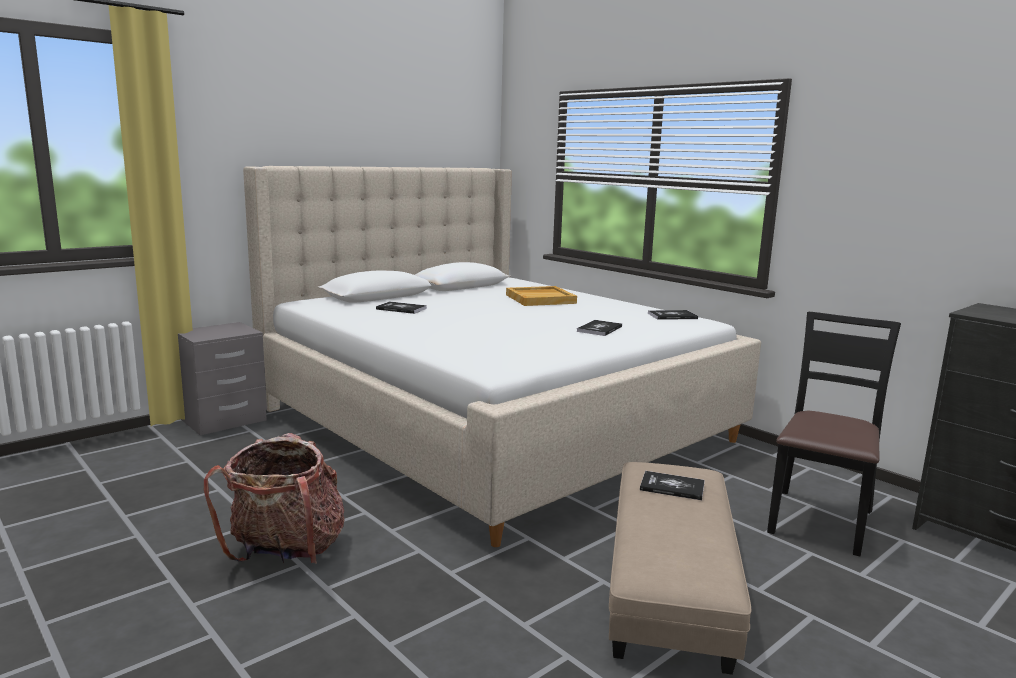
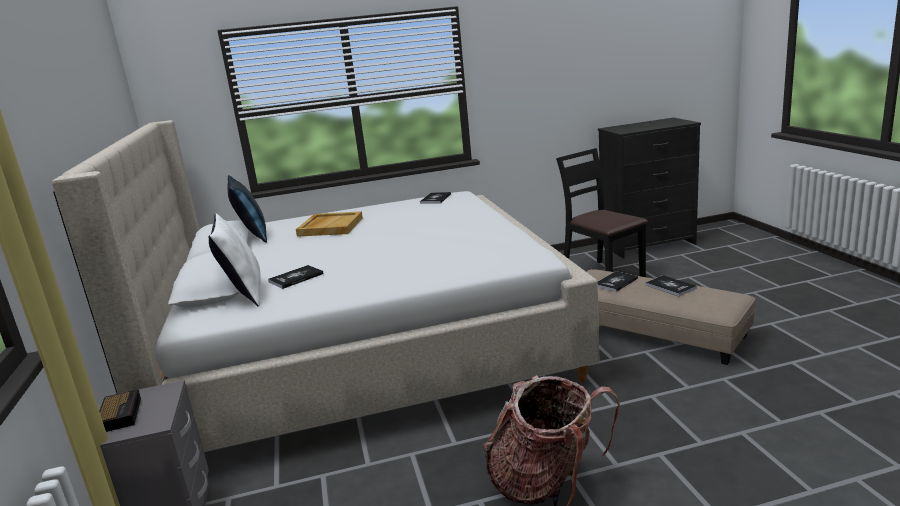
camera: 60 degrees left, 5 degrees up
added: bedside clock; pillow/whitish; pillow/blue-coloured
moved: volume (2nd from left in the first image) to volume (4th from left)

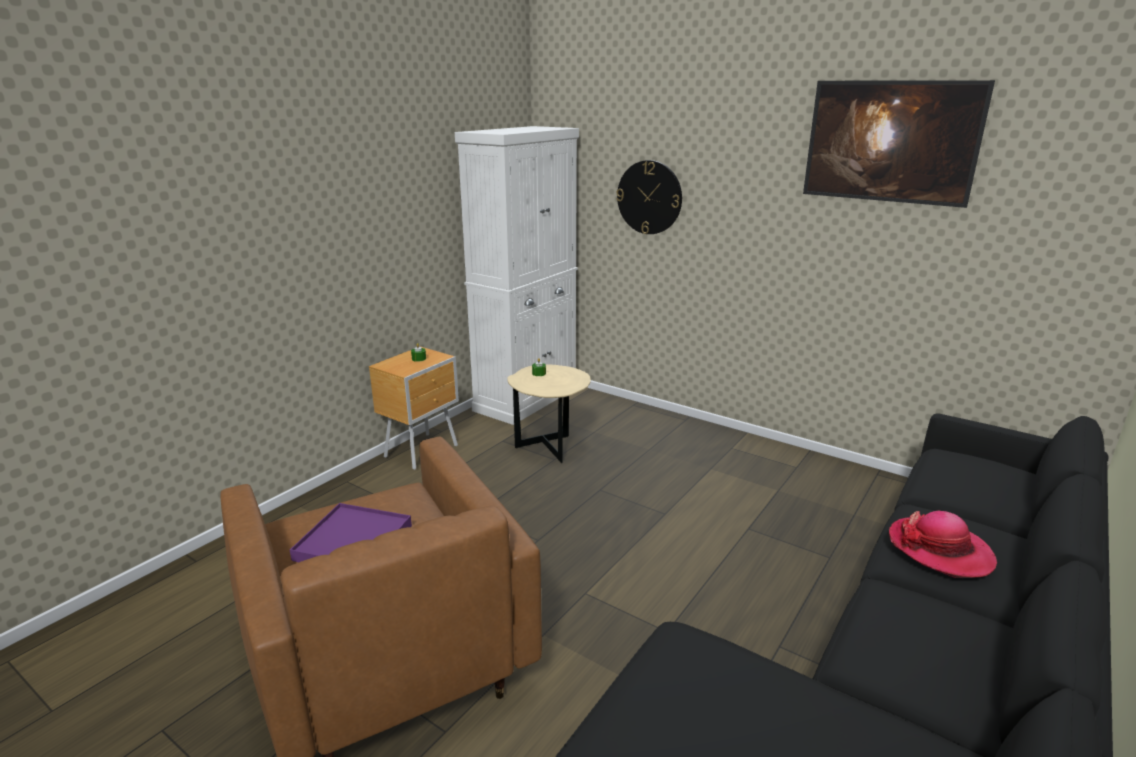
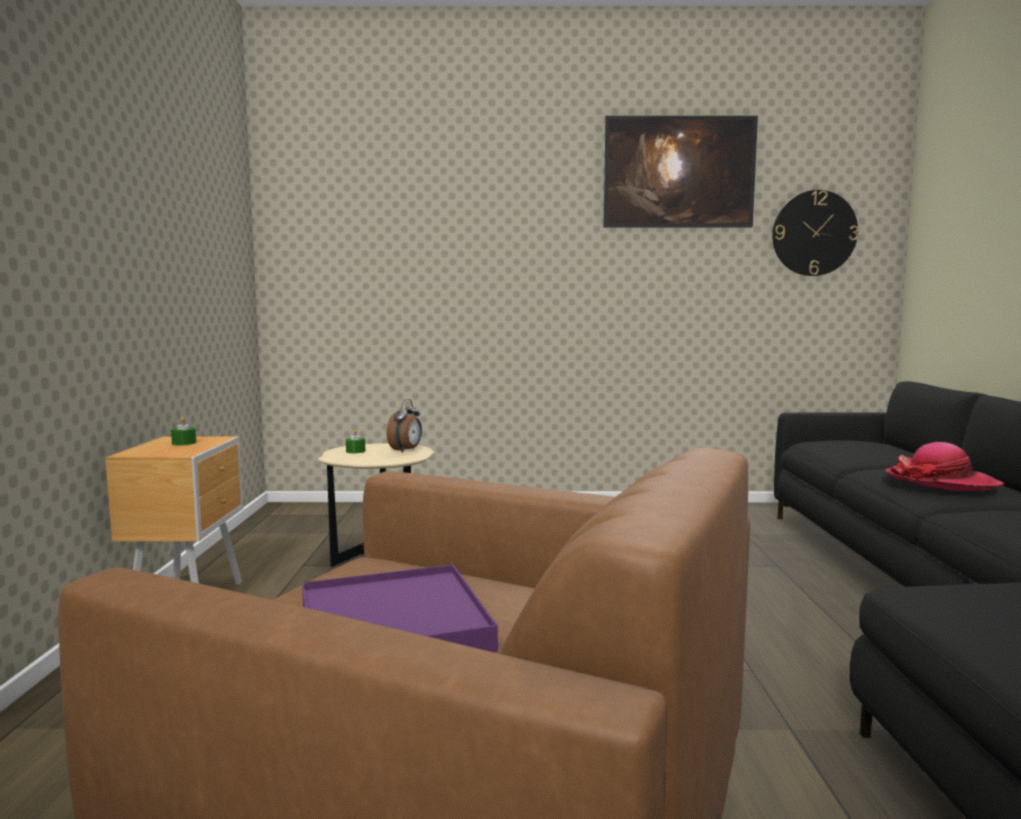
camera: 35 degrees left, 15 degrees down
removed: cabinet/whitish
added: bedside clock
moved: wall clock

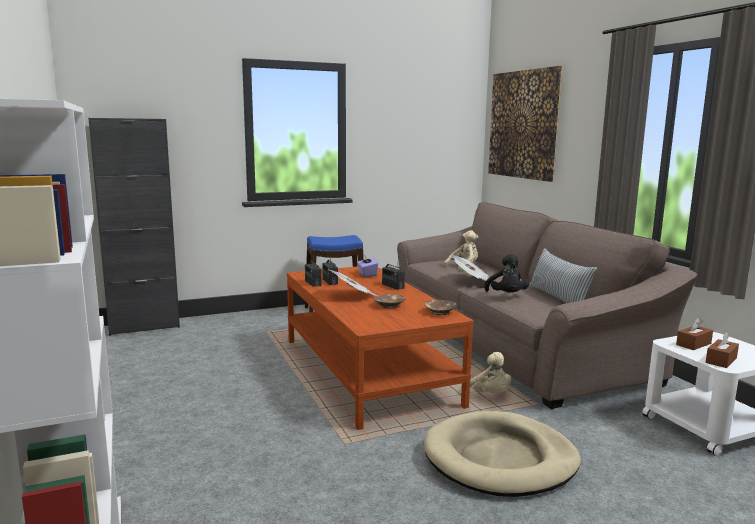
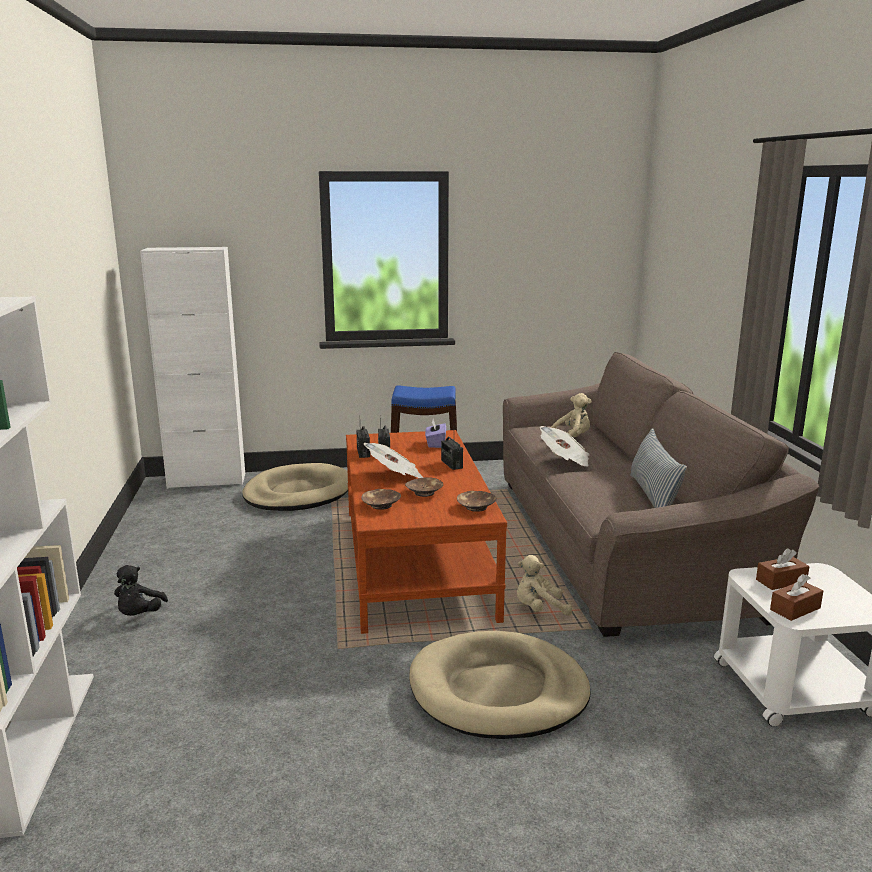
camera: 15 degrees right, 5 degrees up
removed: wall art
added: dog bed/beige-coloured (1st from left); serving bowl/brown-coloured (1st from left)
moved: soft toy/black
recoloured: cabinet/black to cabinet/whitish
turned: soft toy/beige-coloured (2nd from left in the first image) 105 degrees clockwise

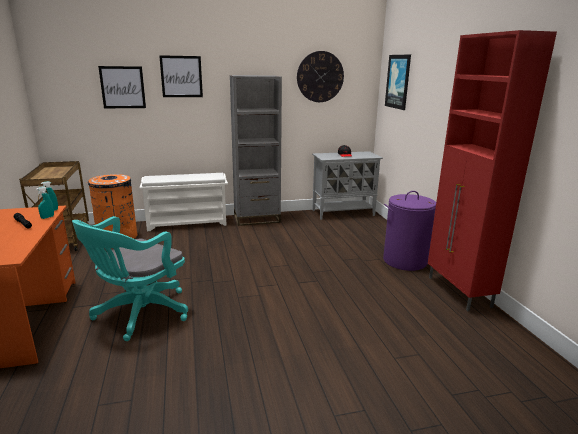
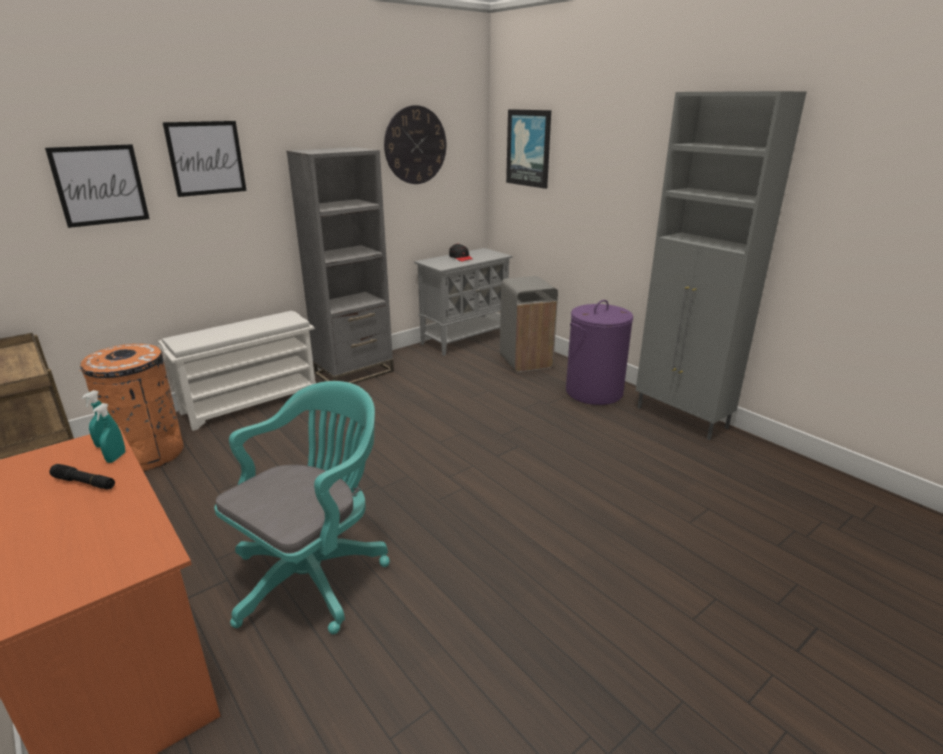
camera: 25 degrees left, 5 degrees up
added: waste bin/grey
recoloured: cabinet/red-coloured to cabinet/grey (2nd from left)
turned: computer chair/blue-green 150 degrees counterclockwise

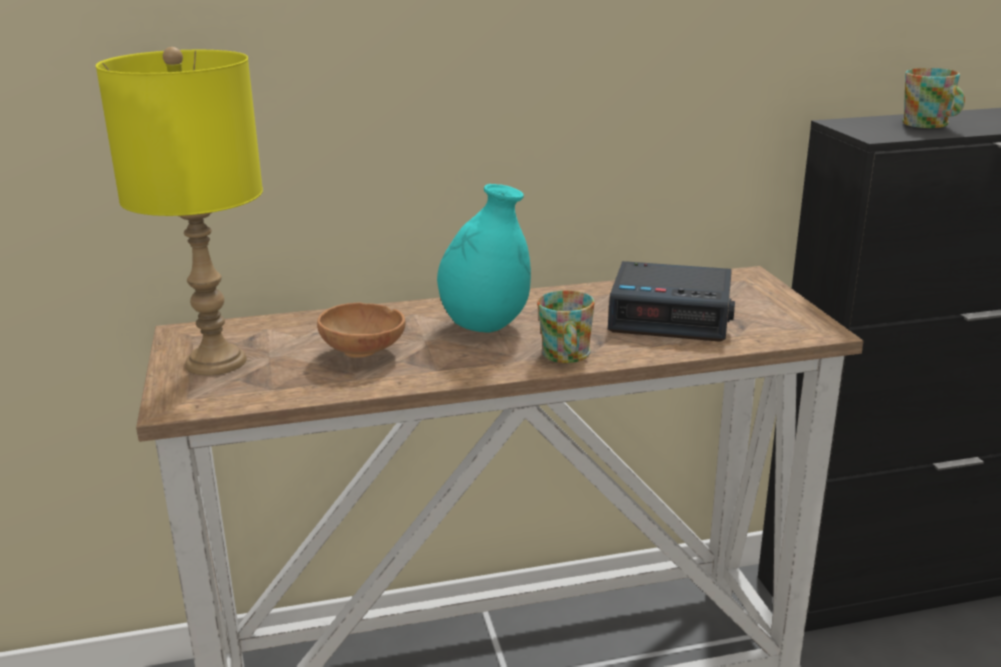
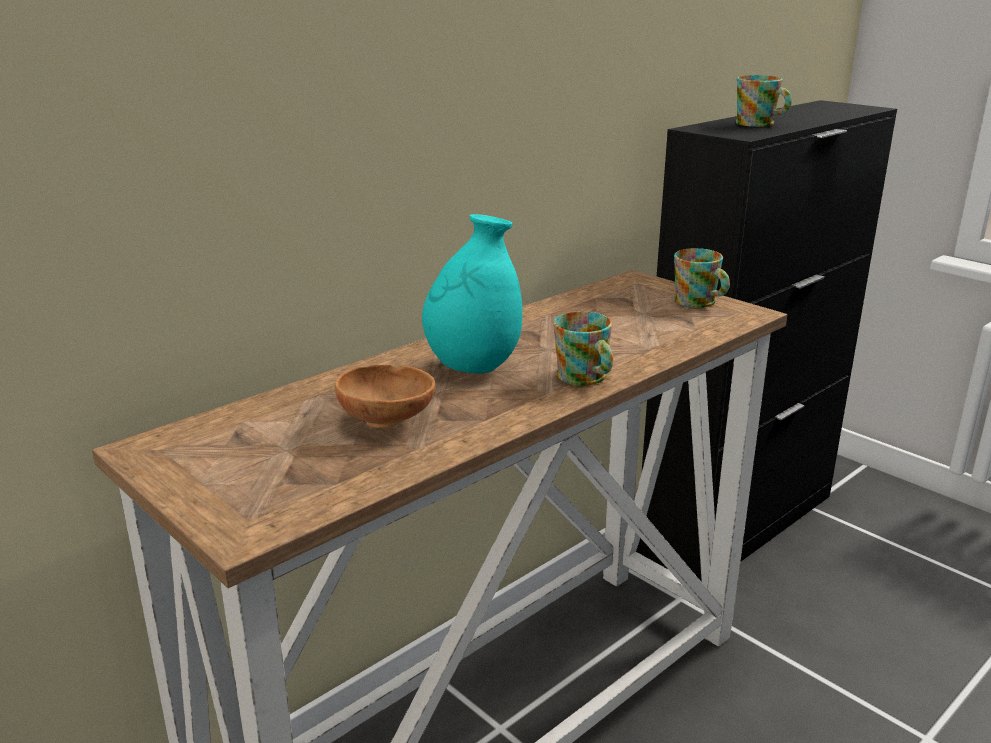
camera: 30 degrees left, 0 degrees up
removed: tabletop lamp/yellow-coloured; bedside clock
added: tea mug (2nd from left)

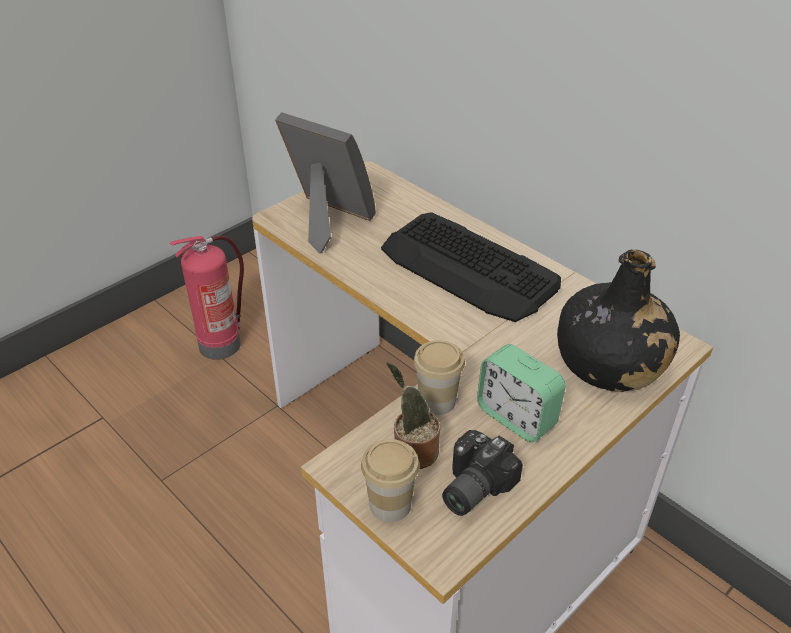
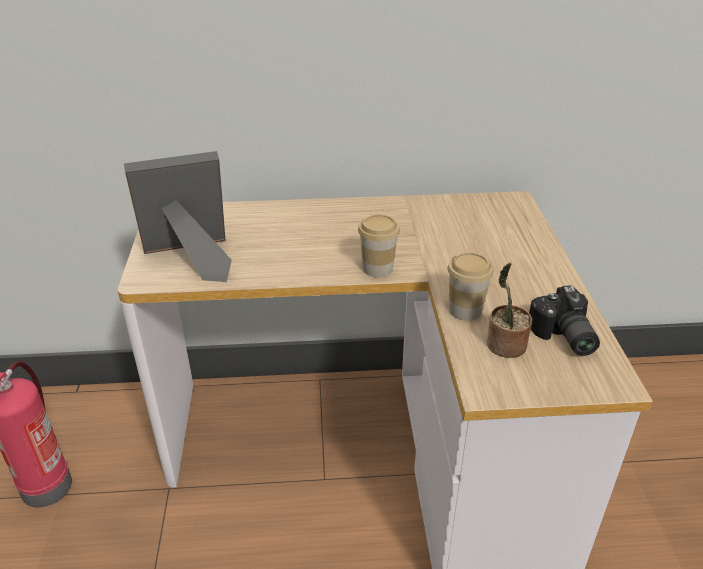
camera: 50 degrees left, 5 degrees down
removed: PC keyboard; bedside clock; bottle/black
moved: small cup (1st from left)

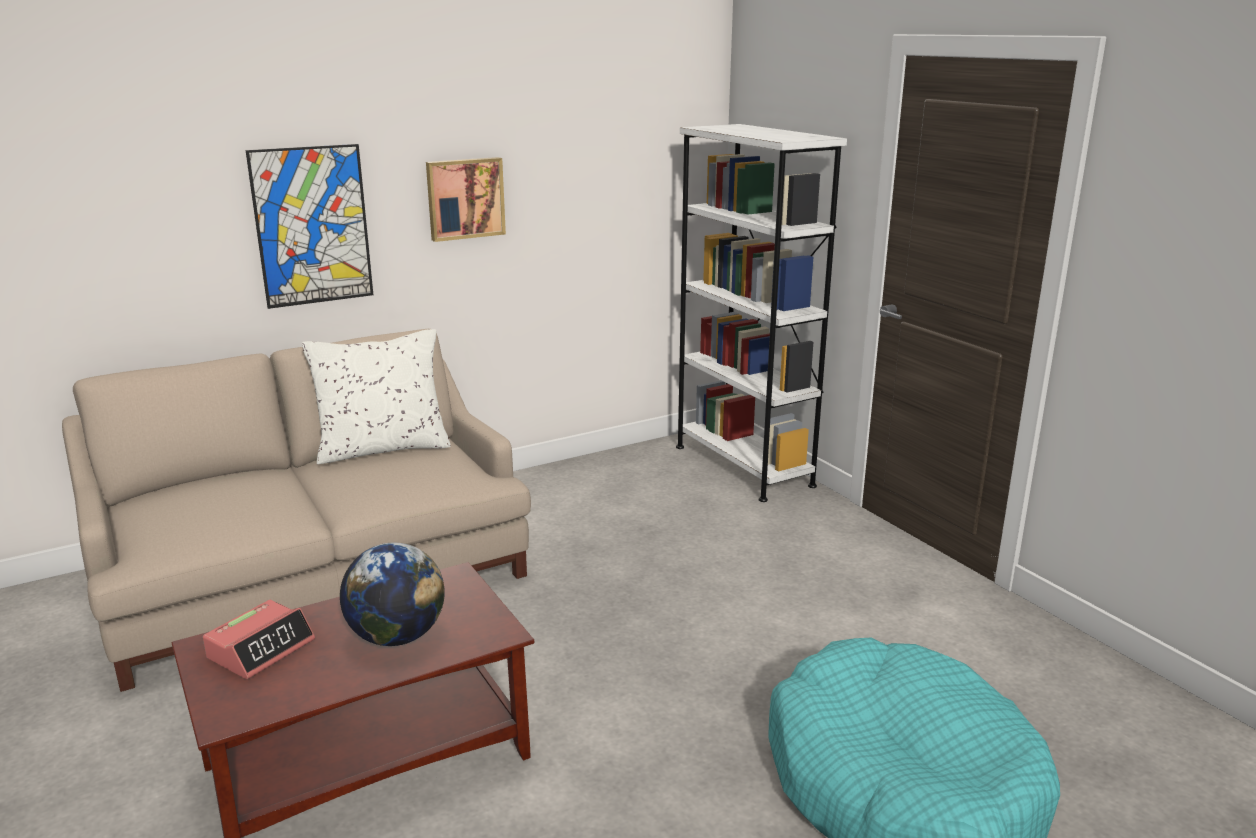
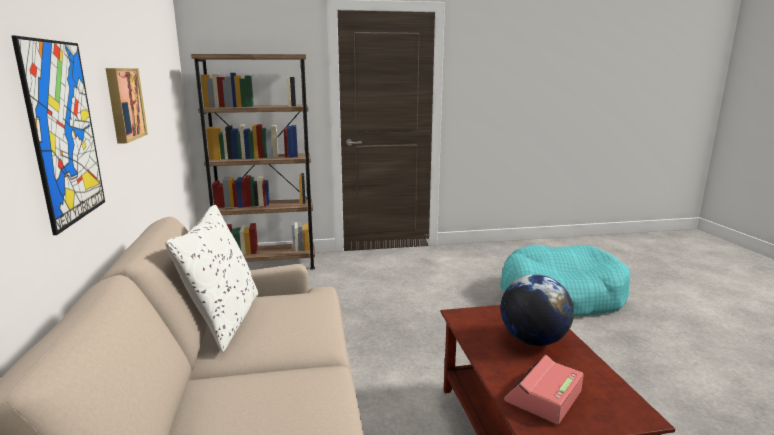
camera: 70 degrees left, 5 degrees down
recoloured: shelving unit/whitish to shelving unit/brown-coloured
turned: bedside clock 105 degrees counterclockwise

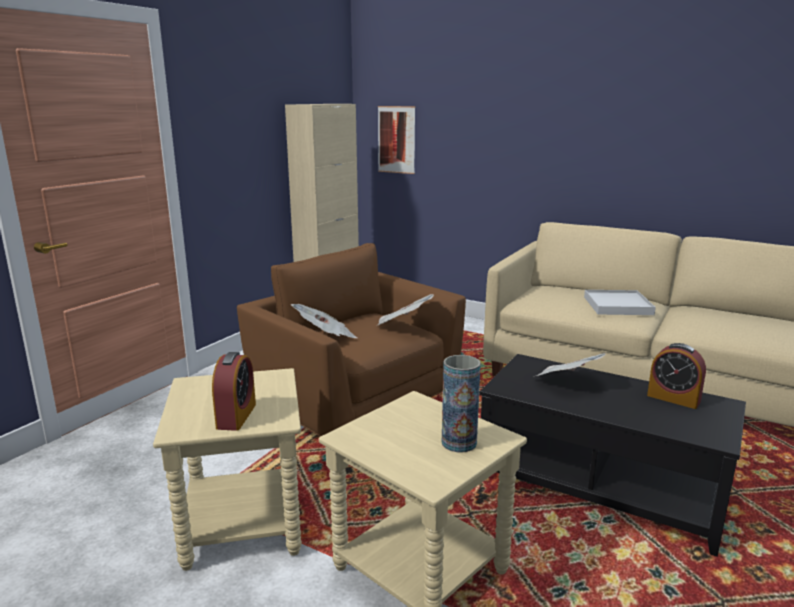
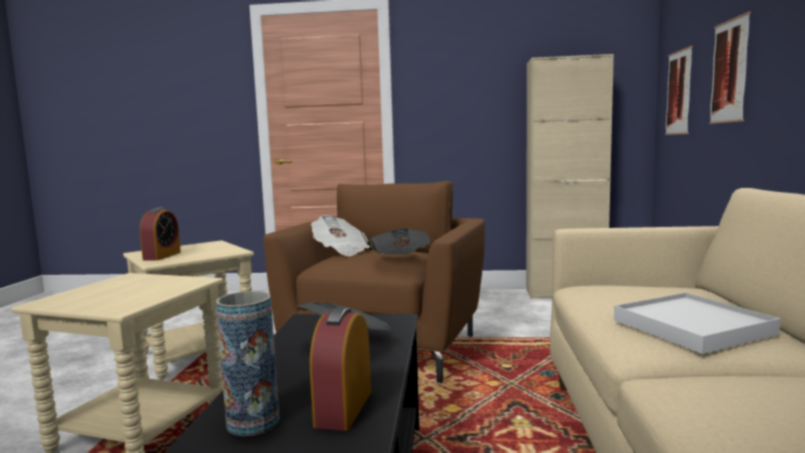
camera: 65 degrees right, 10 degrees down
added: wall art (2nd from left)
moved: decorative vase
turned: bedside clock (1st from left) 60 degrees counterclockwise

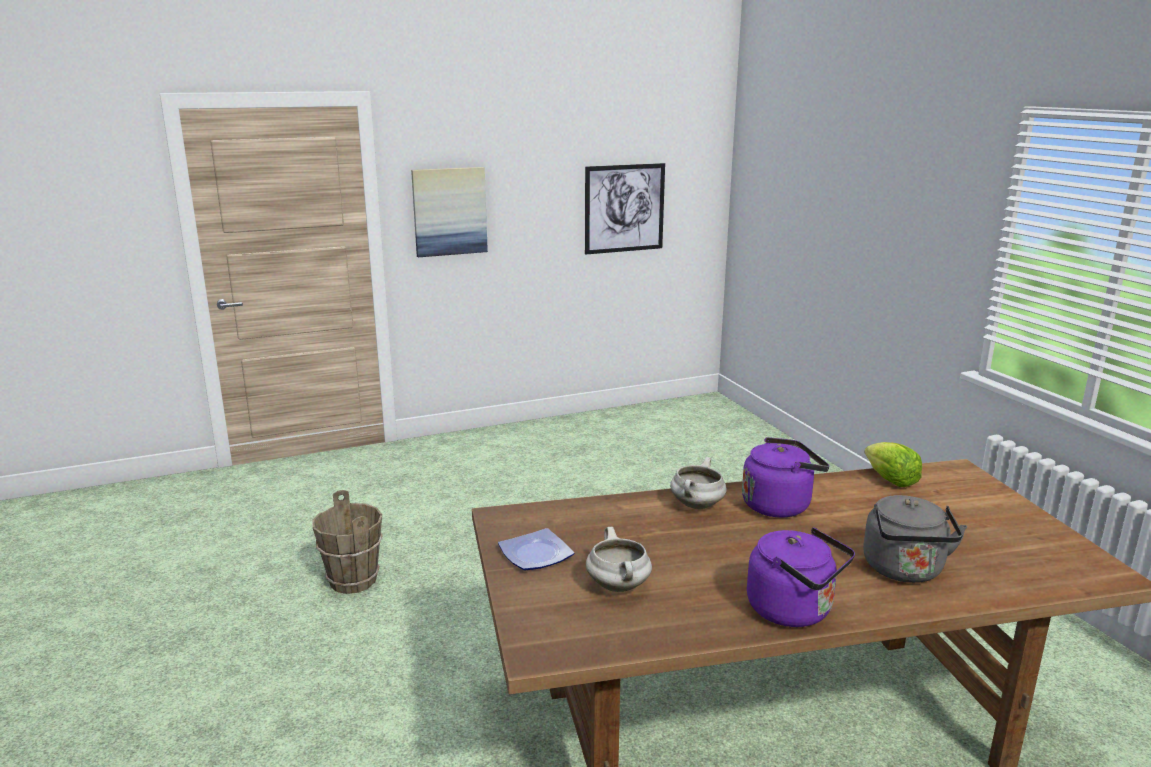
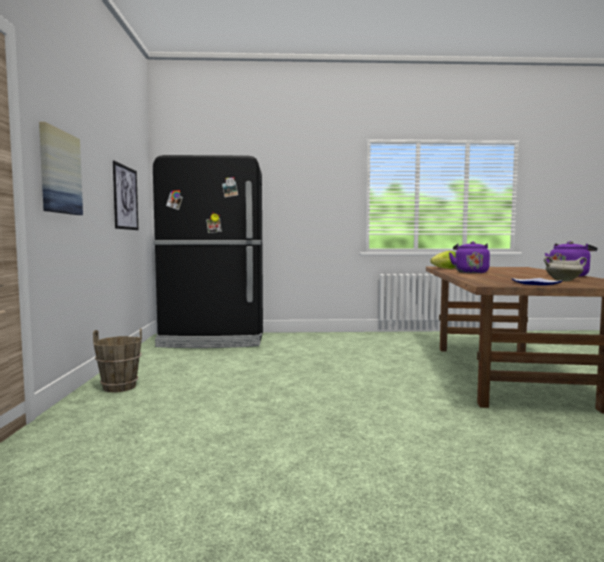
camera: 70 degrees left, 15 degrees down
removed: saucepot/whitish (2nd from left); water kettle/grey
added: kitchen fridge/black
moved: pail/brown-coloured

